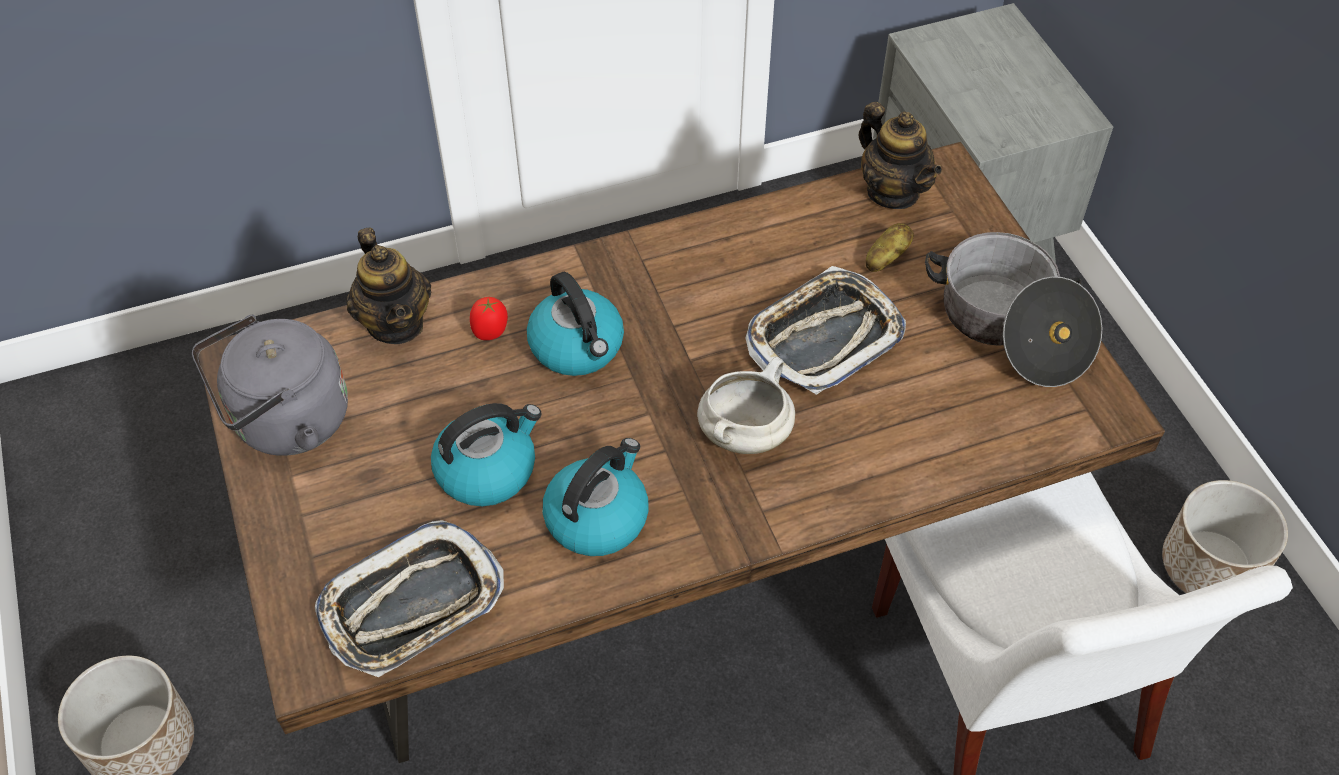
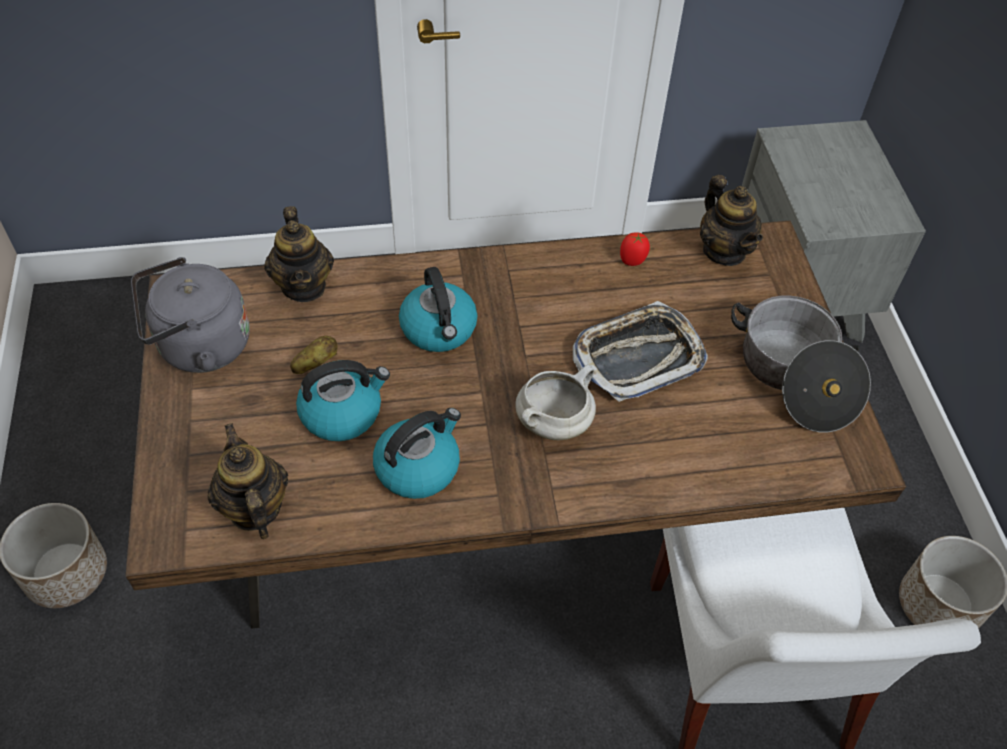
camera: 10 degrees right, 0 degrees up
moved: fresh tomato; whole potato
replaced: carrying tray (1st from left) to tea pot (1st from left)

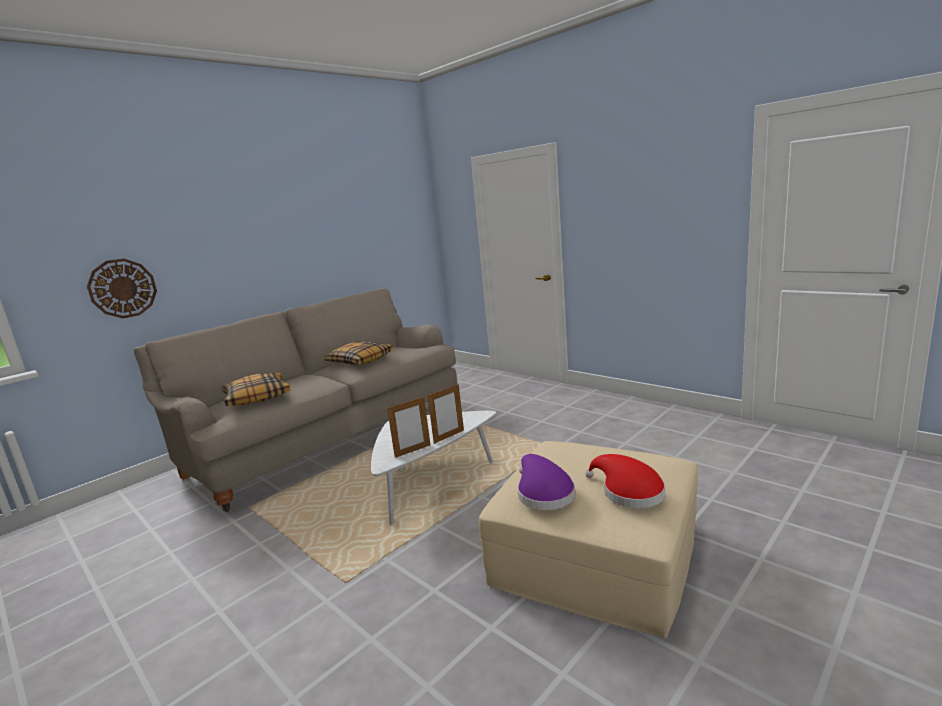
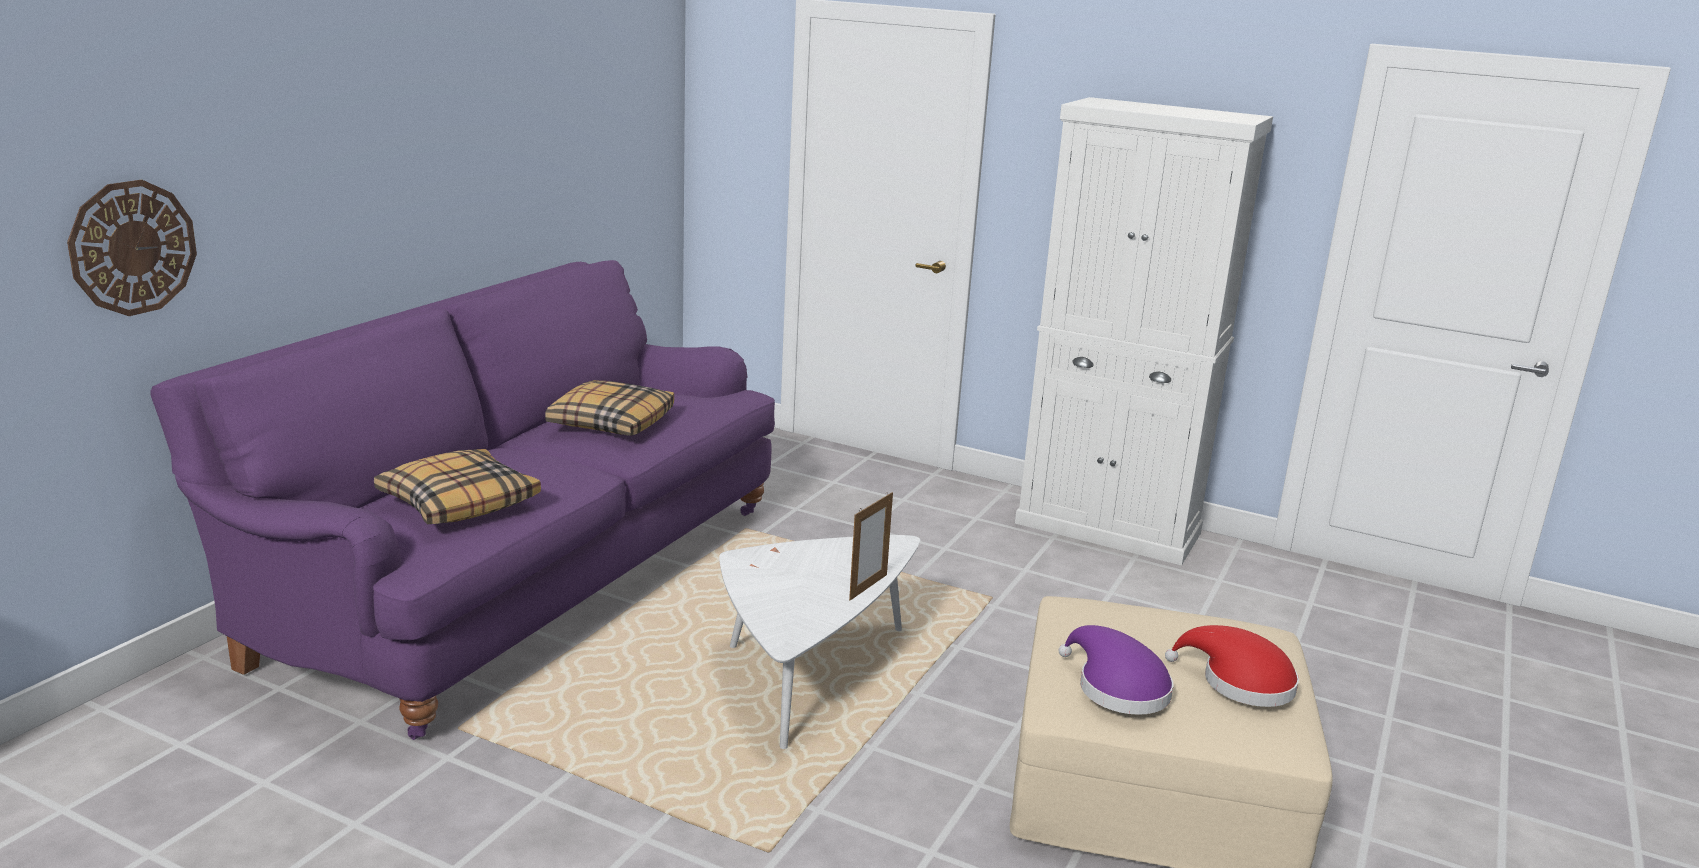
camera: 20 degrees left, 5 degrees up
removed: photo frame (1st from left)
added: cabinet/whitish
recoloured: couch/beige-coloured to couch/purplish

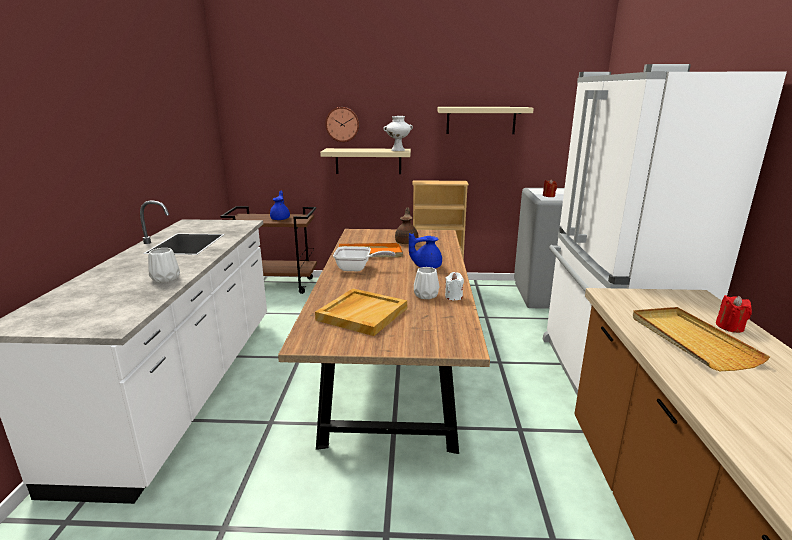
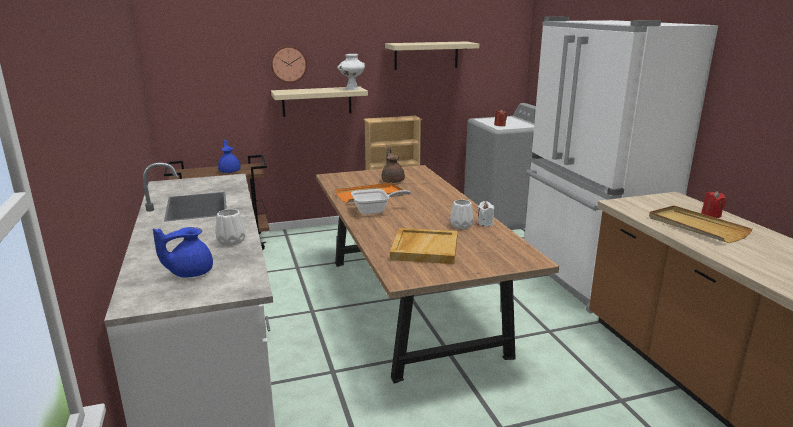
camera: 20 degrees left, 0 degrees up
moved: tea pot/blue-coloured (2nd from left in the first image) to tea pot/blue-coloured (1st from left)

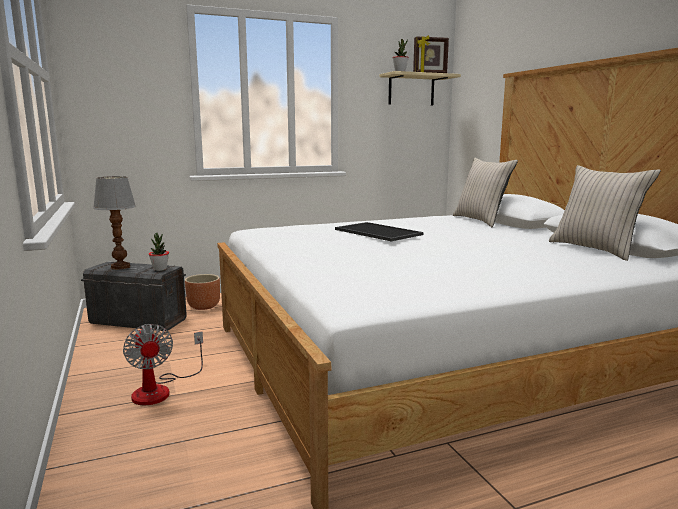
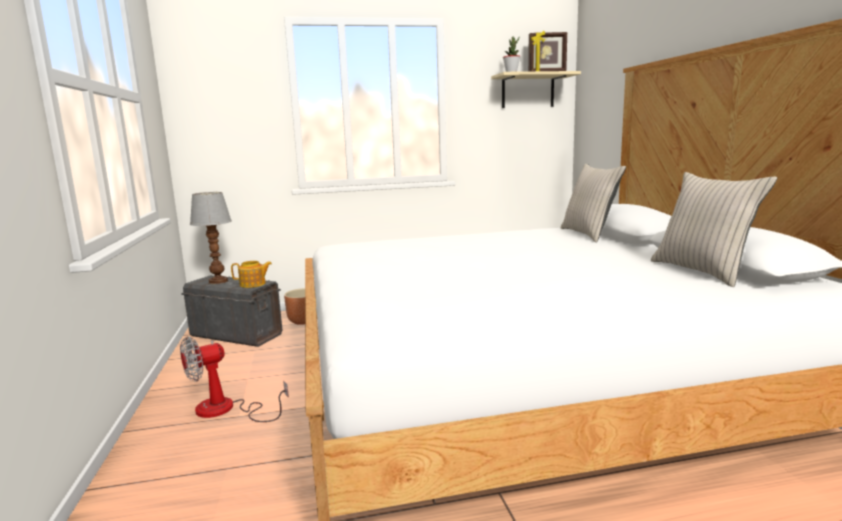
camera: 10 degrees right, 0 degrees up
removed: carrying tray
replaced: plant in a pot (1st from left) to tea pot
turned: fan 75 degrees clockwise

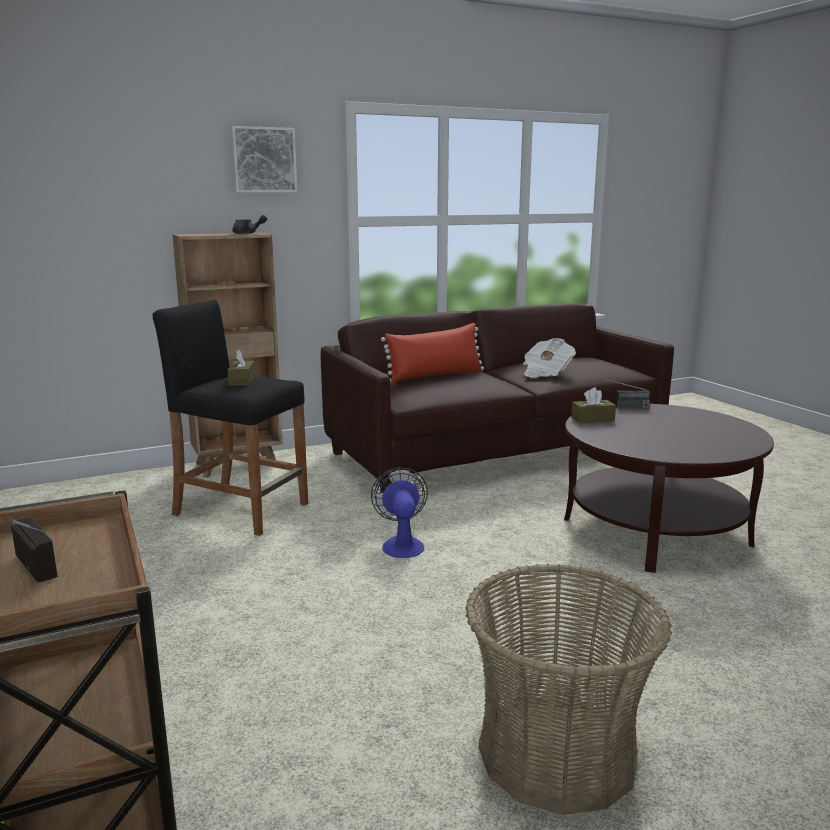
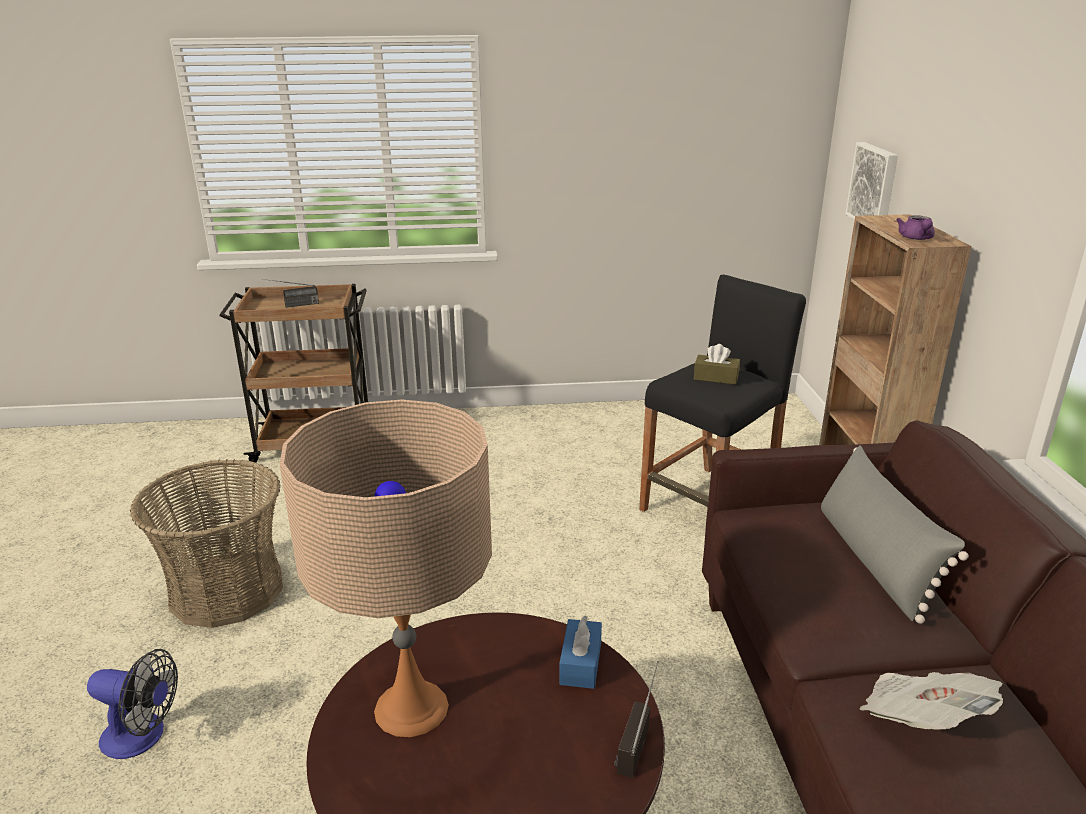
camera: 110 degrees right, 10 degrees up
added: tabletop lamp/beige-coloured
moved: wall art; fan
recoloured: tea pot/grey to tea pot/purplish; pillow/red-coloured to pillow/grey; tissue holder/brown-coloured (2nd from left) to tissue holder/blue-coloured

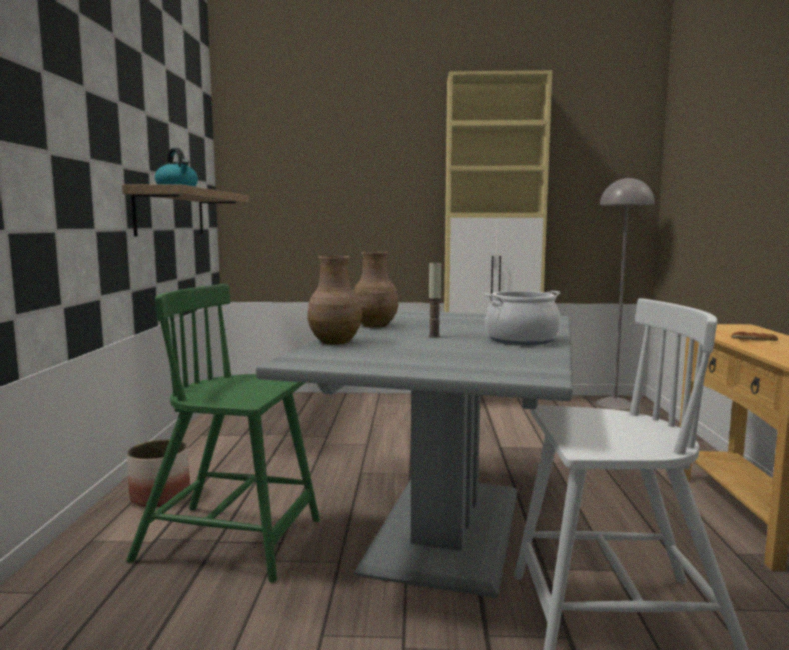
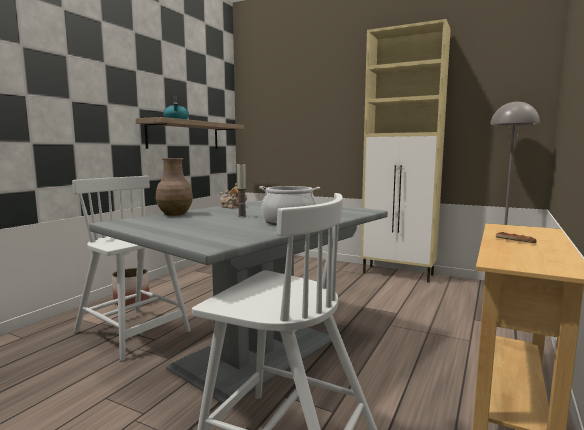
camera: 25 degrees right, 0 degrees up
replaced: decorative vase/brown-coloured (2nd from left) to tea pot
recoloured: chair/greenish to chair/whitish (1st from left)

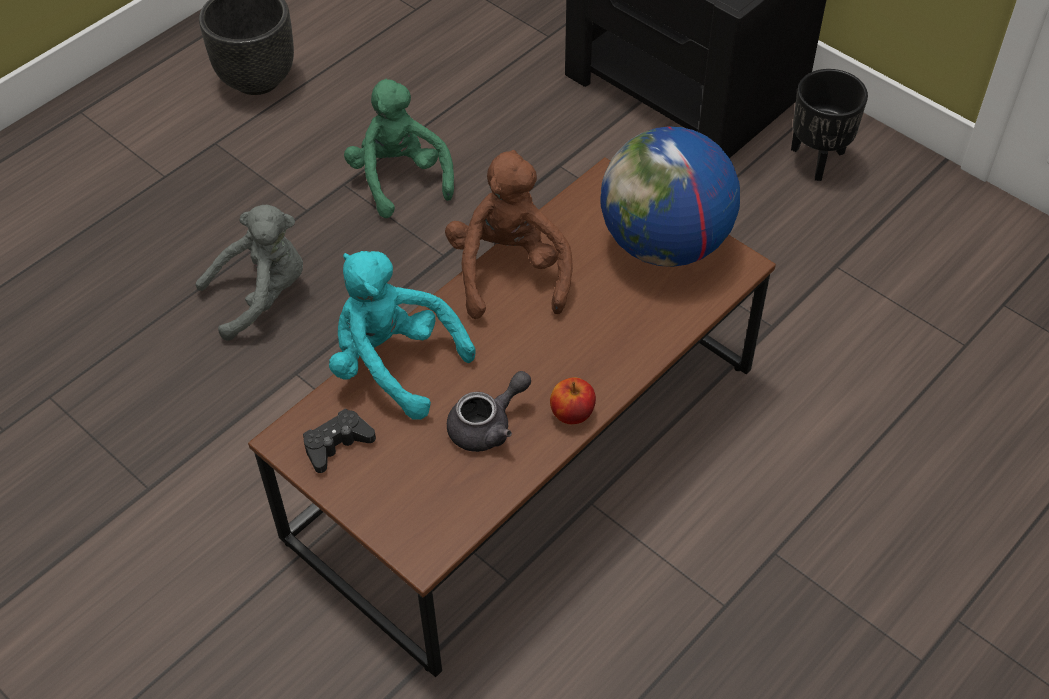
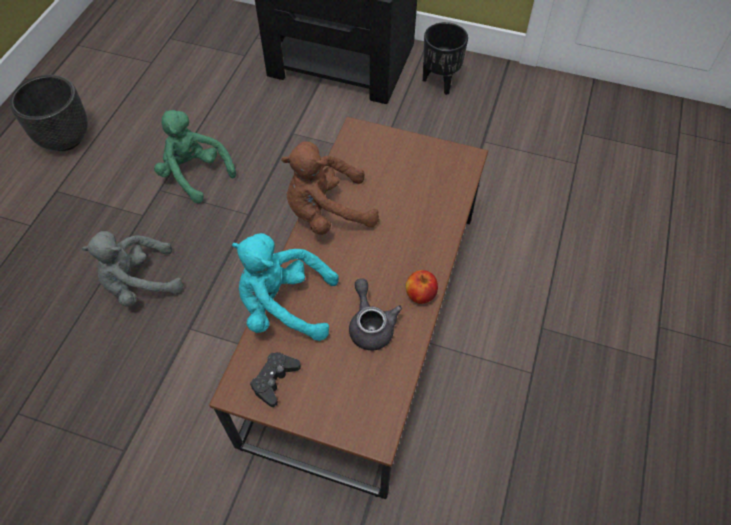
camera: 25 degrees left, 5 degrees up
removed: globe
turned: soft toy/grey 150 degrees counterclockwise; soft toy/brown-coloured 75 degrees counterclockwise; tea pot/grey 45 degrees counterclockwise

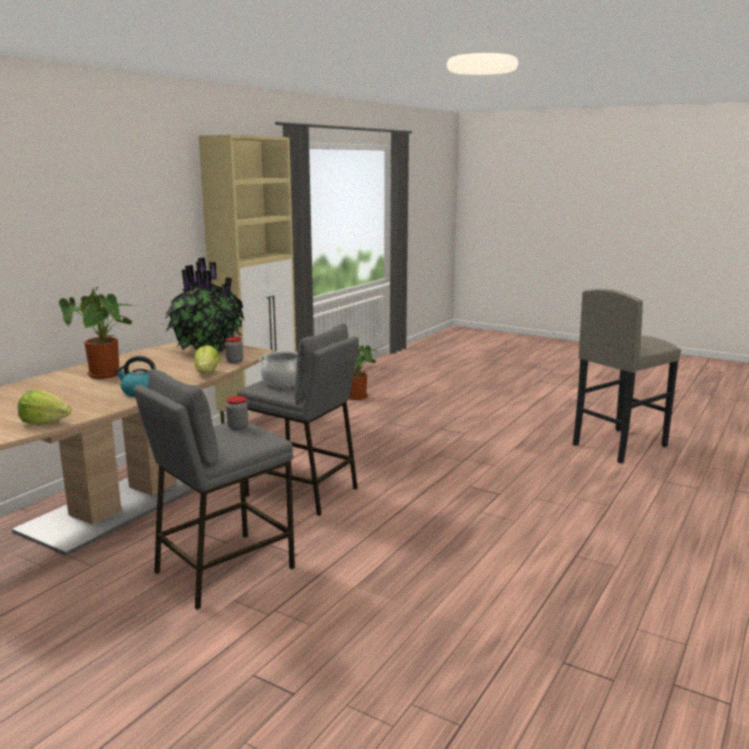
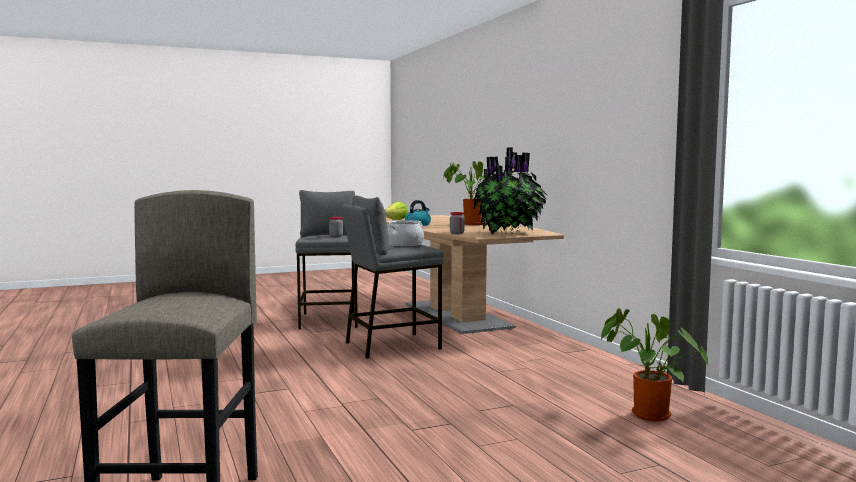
camera: 125 degrees right, 10 degrees down
removed: head of lettuce (2nd from left); cabinet/beige-coloured

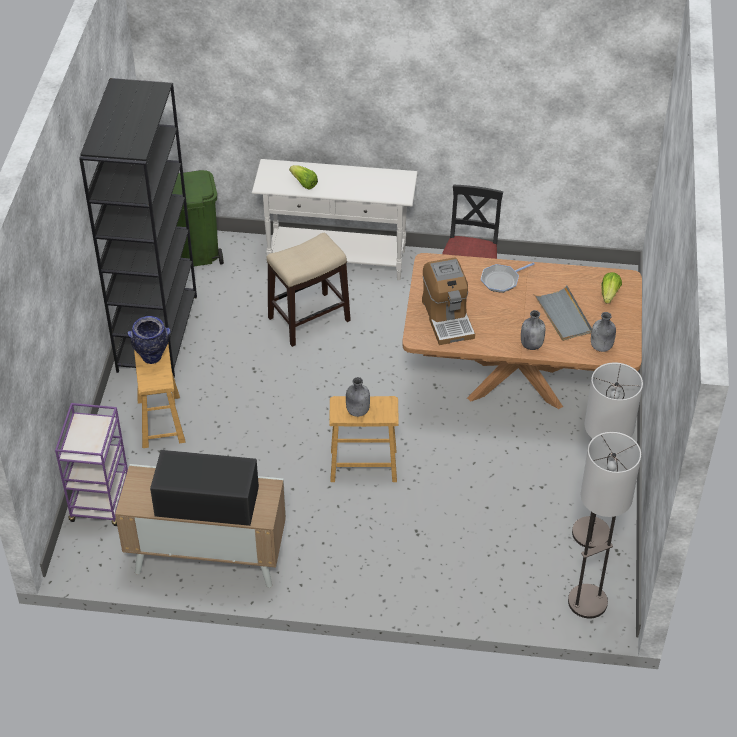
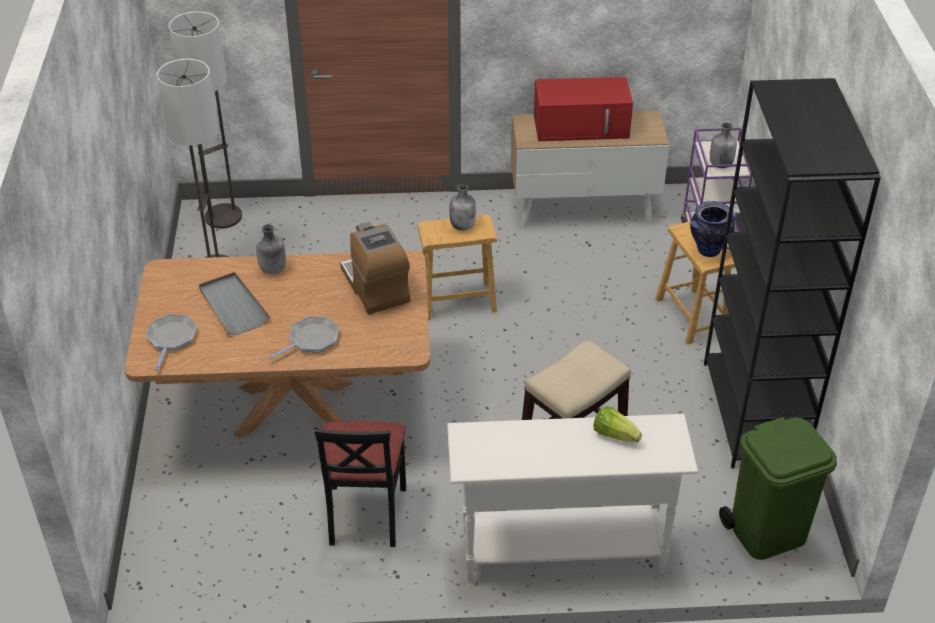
camera: 170 degrees right, 5 degrees down
moved: bottle/grey (3rd from left)
replaced: head of lettuce (2nd from left) to frying pan (1st from left)
recoloured: kitchen microwave/black to kitchen microwave/red-coloured

